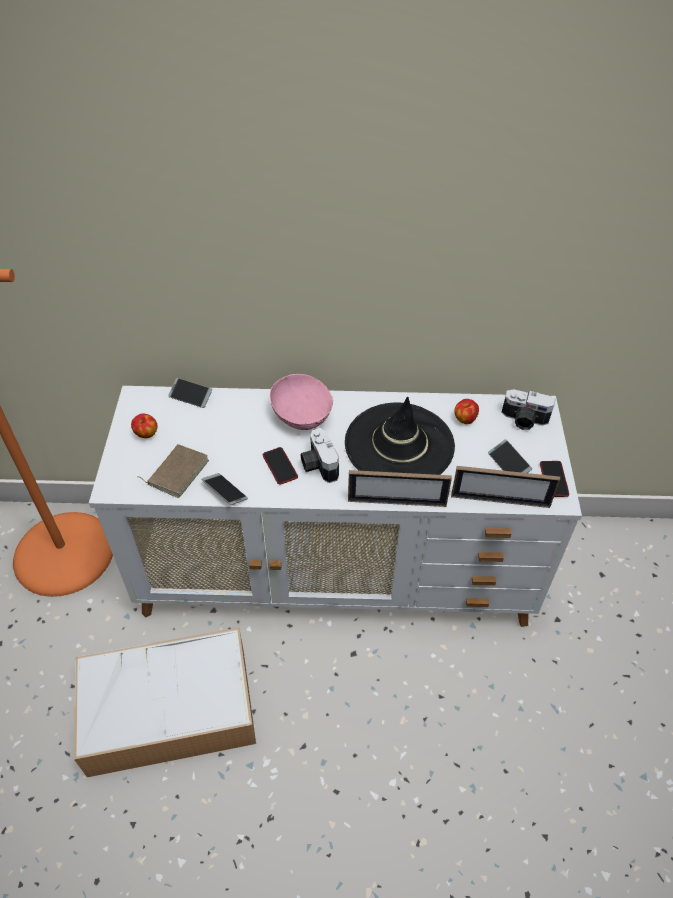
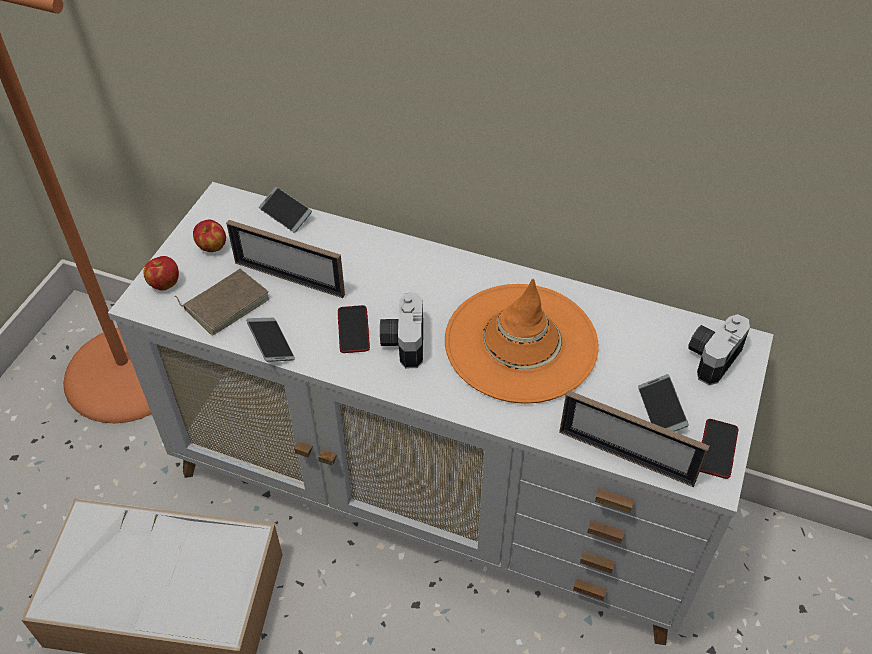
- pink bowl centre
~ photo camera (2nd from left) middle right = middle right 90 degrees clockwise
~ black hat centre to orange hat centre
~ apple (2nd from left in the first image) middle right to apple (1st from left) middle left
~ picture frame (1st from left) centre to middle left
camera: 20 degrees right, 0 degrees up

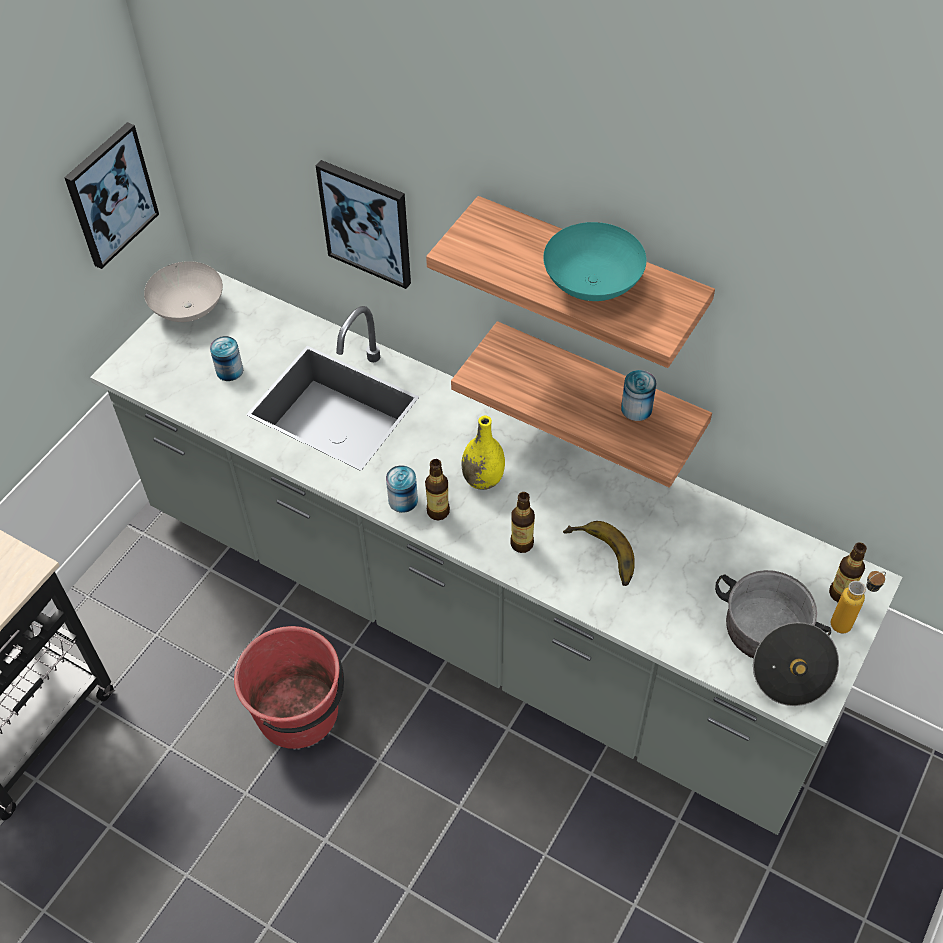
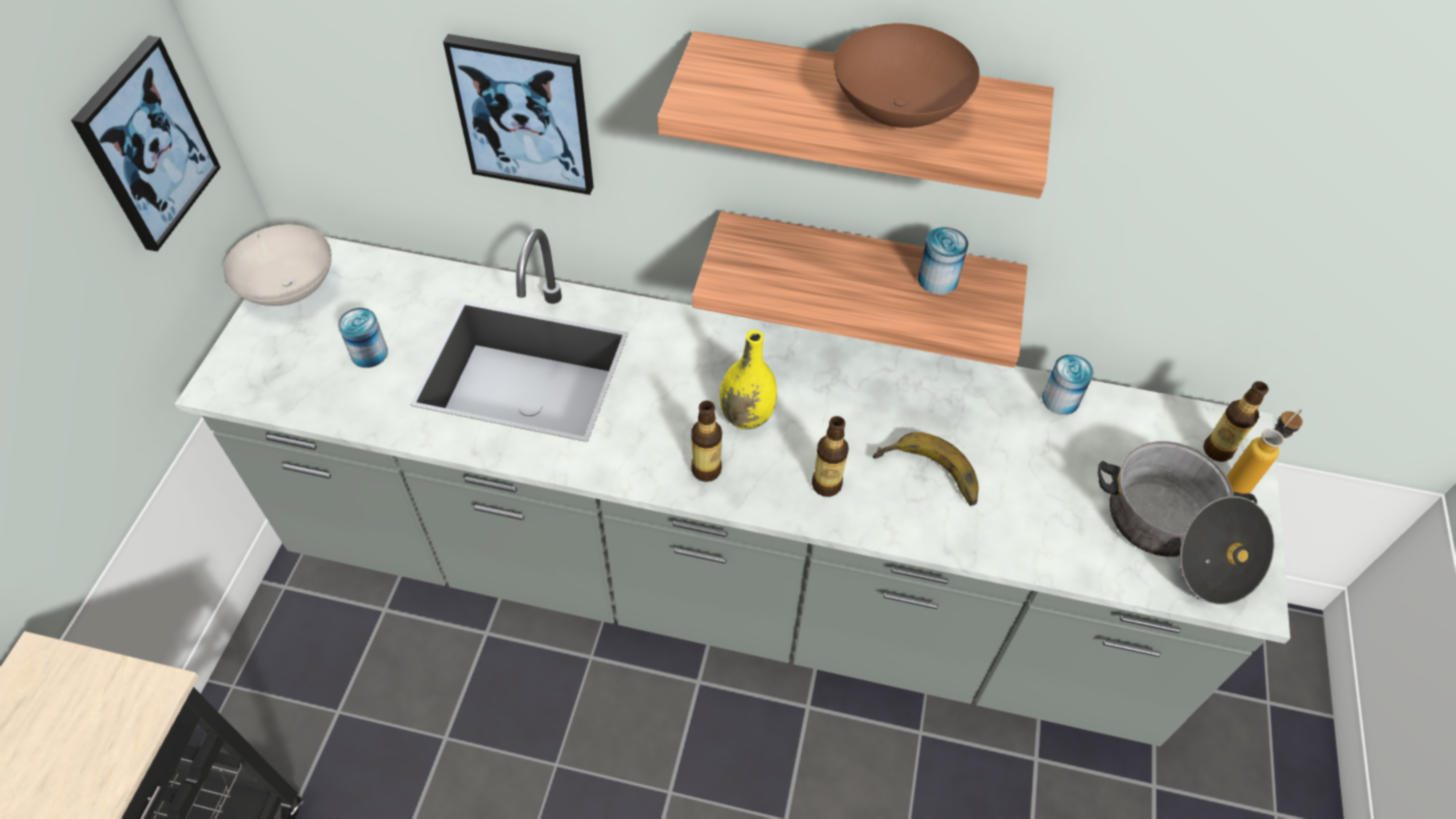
~ turquoise bowl top centre to brown bowl top centre
~ can (2nd from left in the first image) centre to can (3rd from left) middle right
- red bucket bottom left
camera: 20 degrees left, 0 degrees up

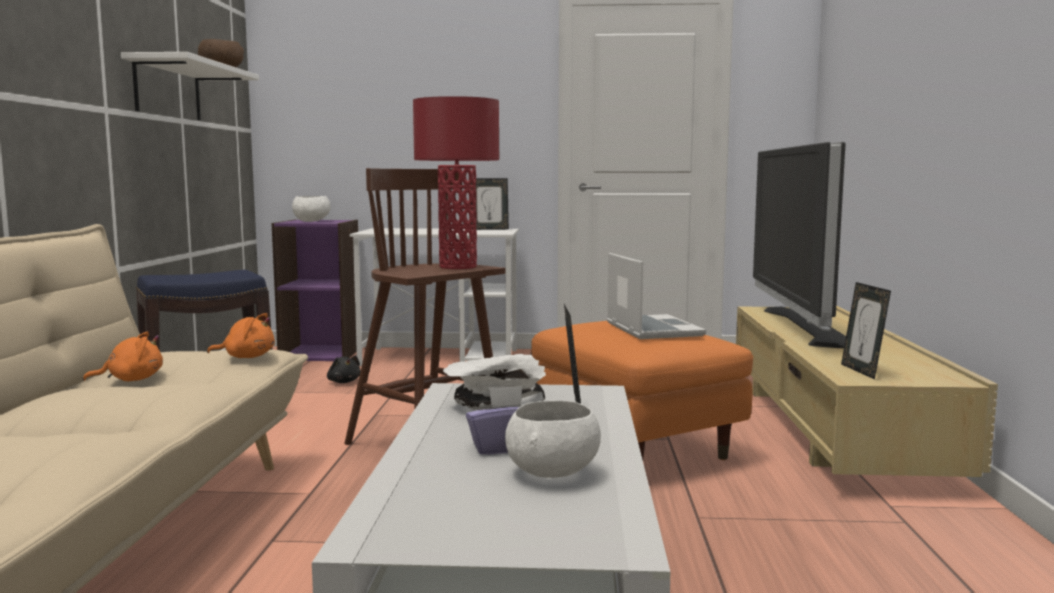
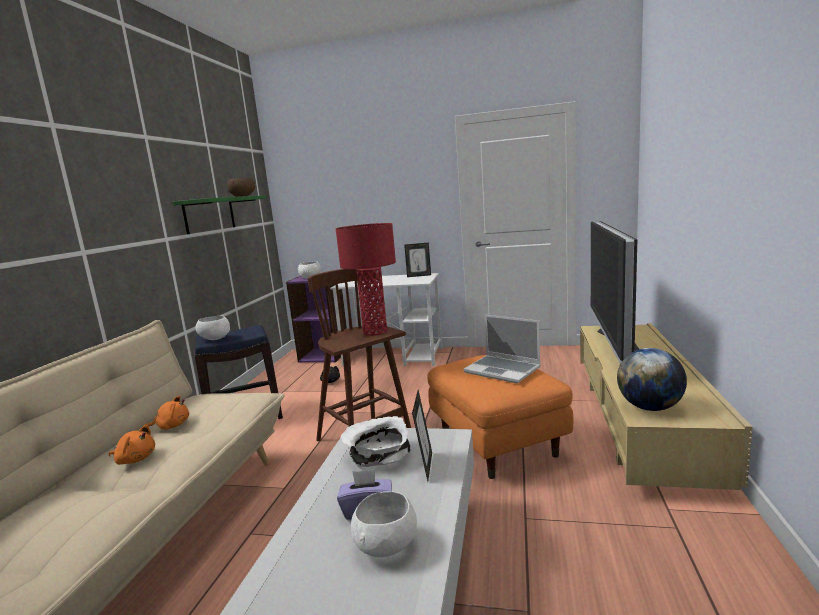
~ white shelf top left to green shelf middle left
~ laptop centre = centre 135 degrees clockwise
~ picture frame (3rd from left) middle right to globe middle right
~ orange plush toy (2nd from left in the first image) middle left to orange plush toy (1st from left) bottom left
+ white bowl (1st from left) middle left
camera: 10 degrees right, 5 degrees up

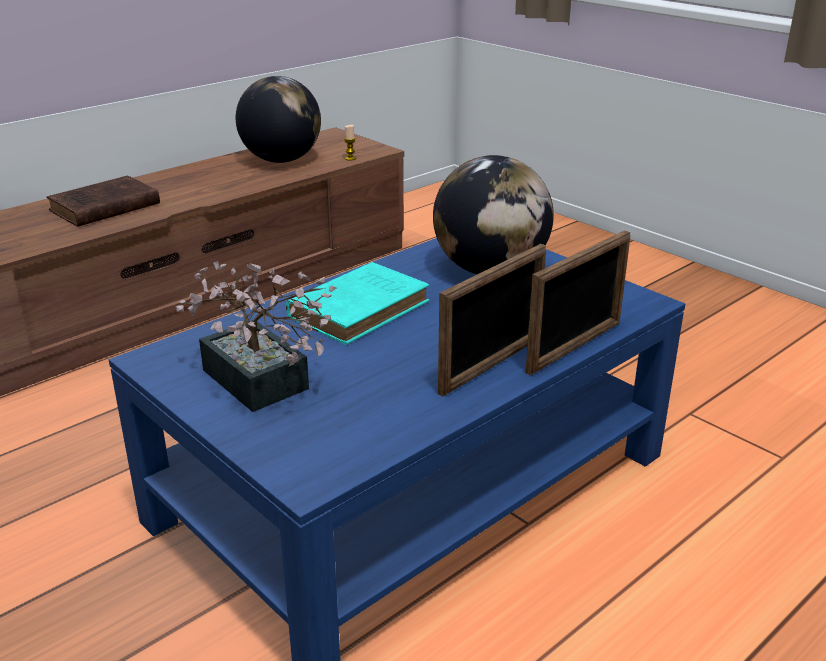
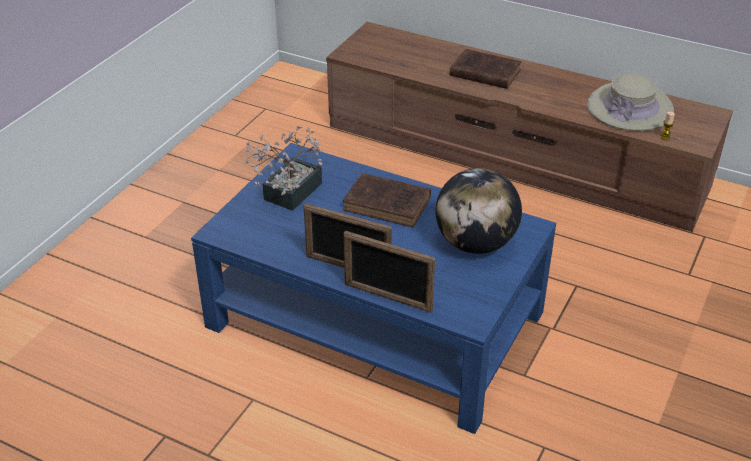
~ globe (1st from left) top centre to beige hat top right
~ turquoise book centre to brown book (1st from left) centre
camera: 70 degrees right, 10 degrees up

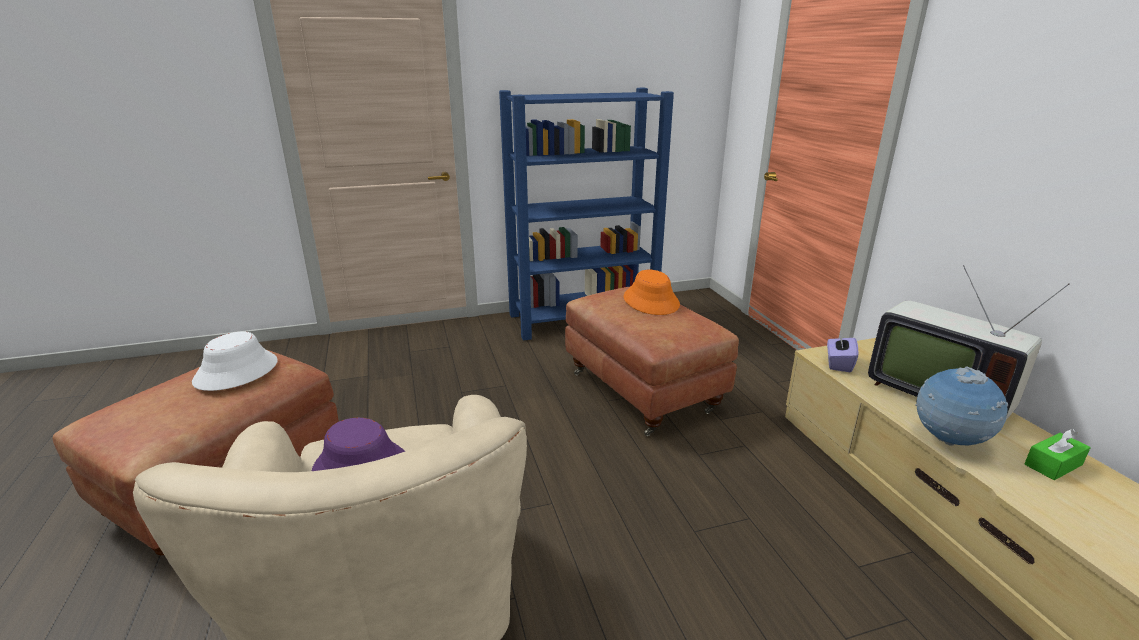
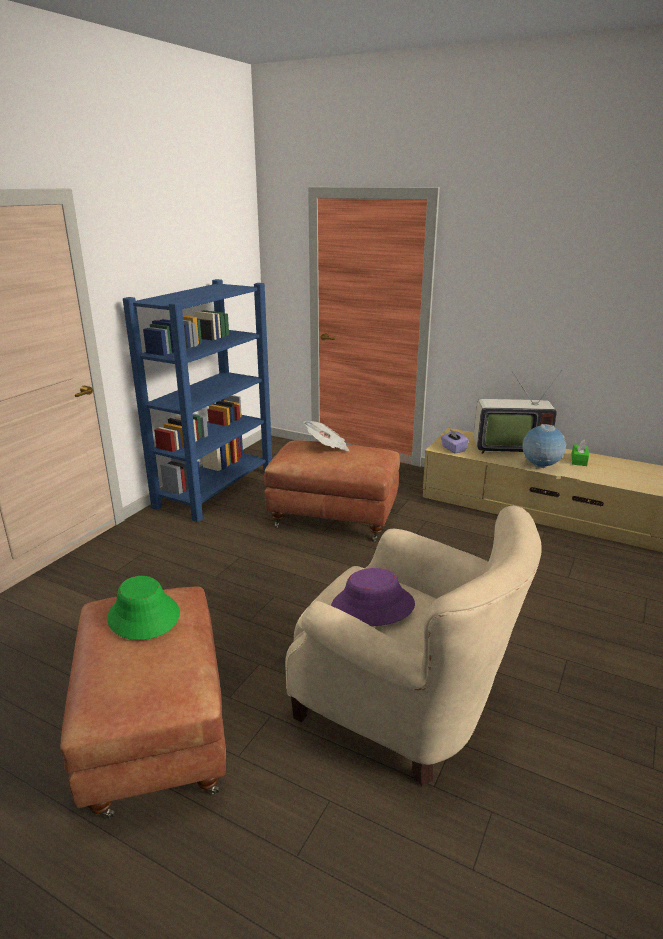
~ orange hat centre to newspaper centre
~ white hat middle left to green hat middle left
camera: 45 degrees left, 0 degrees up

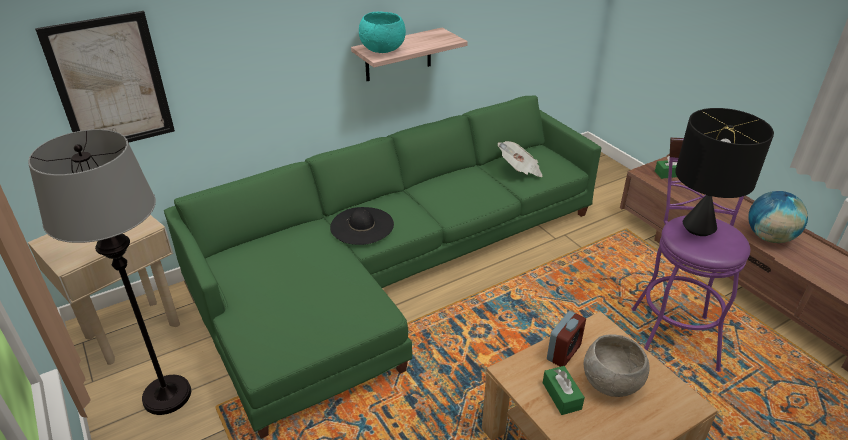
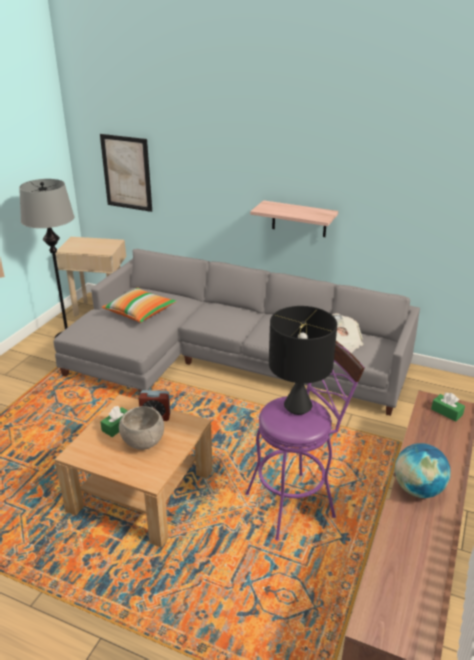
- turquoise bowl top centre
~ green sofa centre to grey sofa centre
- black hat centre
+ pillow middle left
camera: 55 degrees right, 5 degrees down

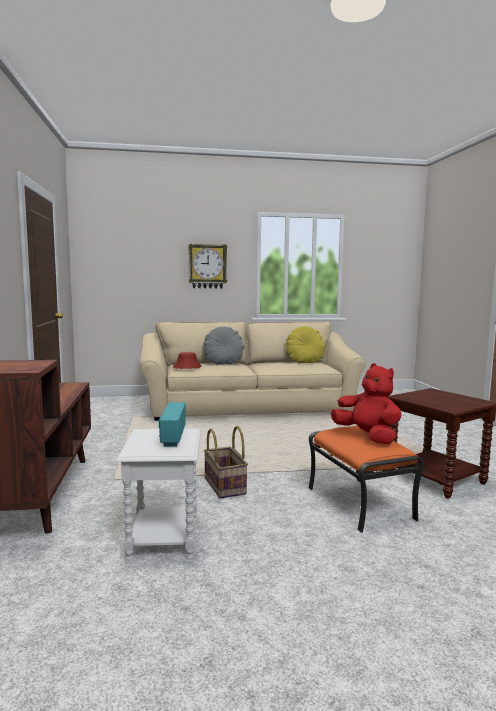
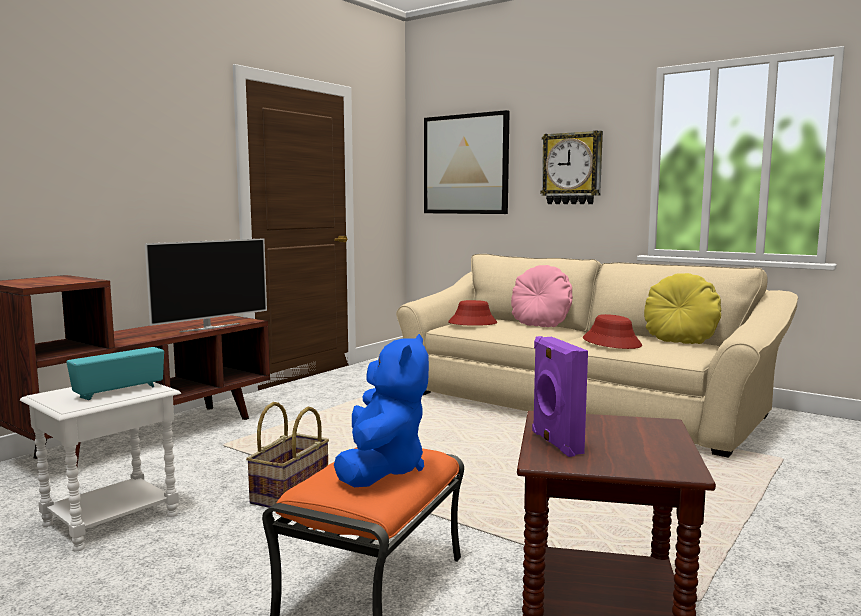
~ grey pillow centre to pink pillow centre
~ red plush toy middle right to blue plush toy centre
+ picture top centre
+ television middle left
+ red hat (2nd from left) middle right
+ purple speaker centre
camera: 45 degrees right, 0 degrees up

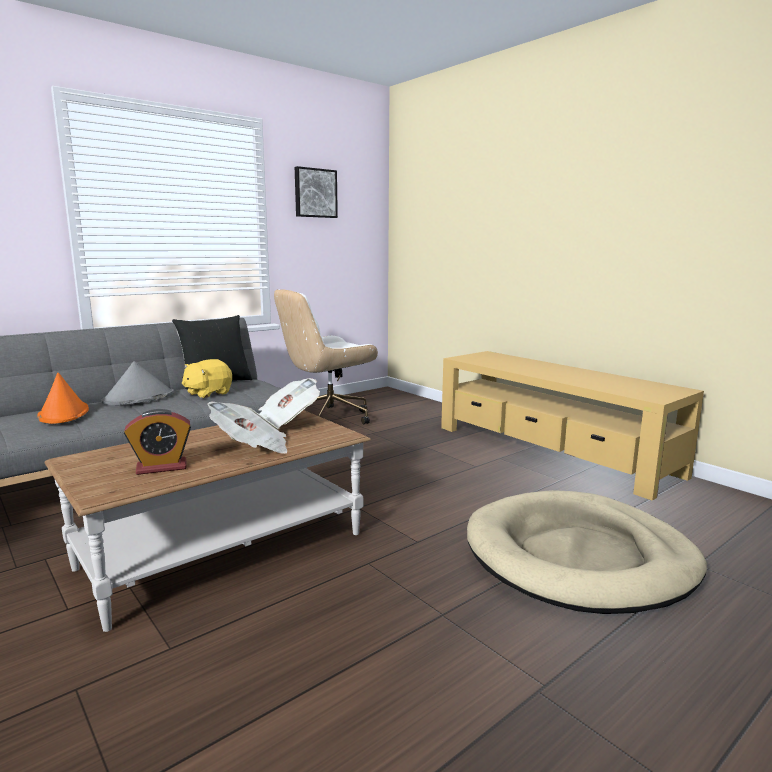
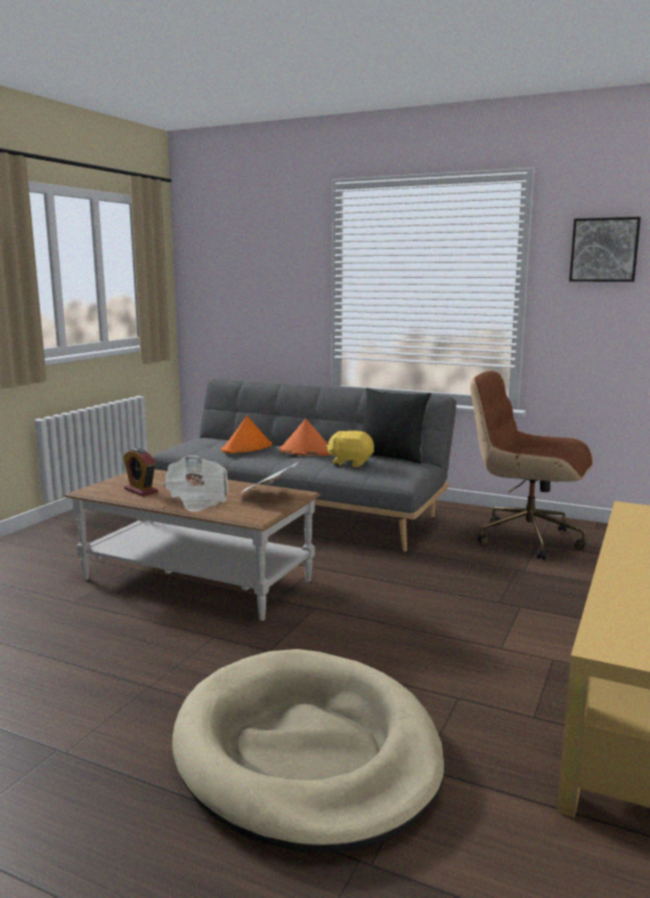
~ white office chair centre to brown office chair middle right
~ grey hat middle left to orange hat (2nd from left) centre
camera: 65 degrees right, 0 degrees up

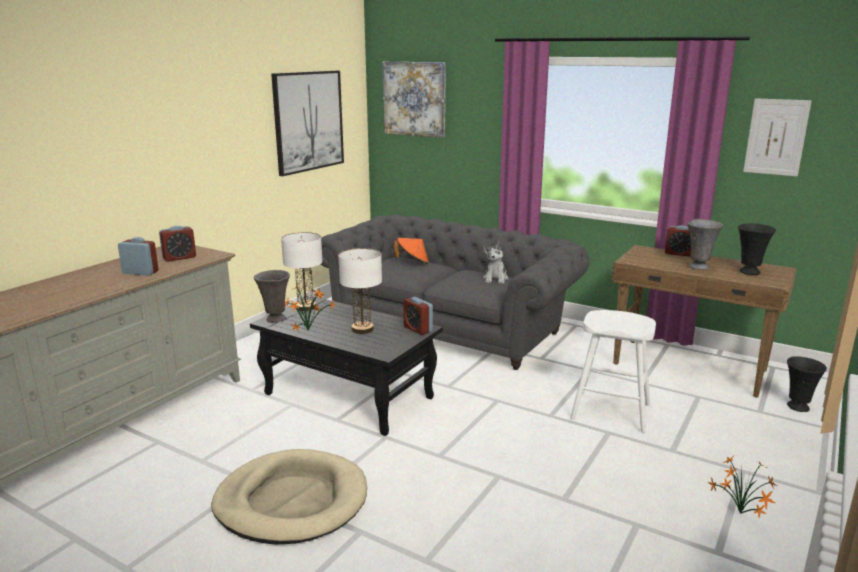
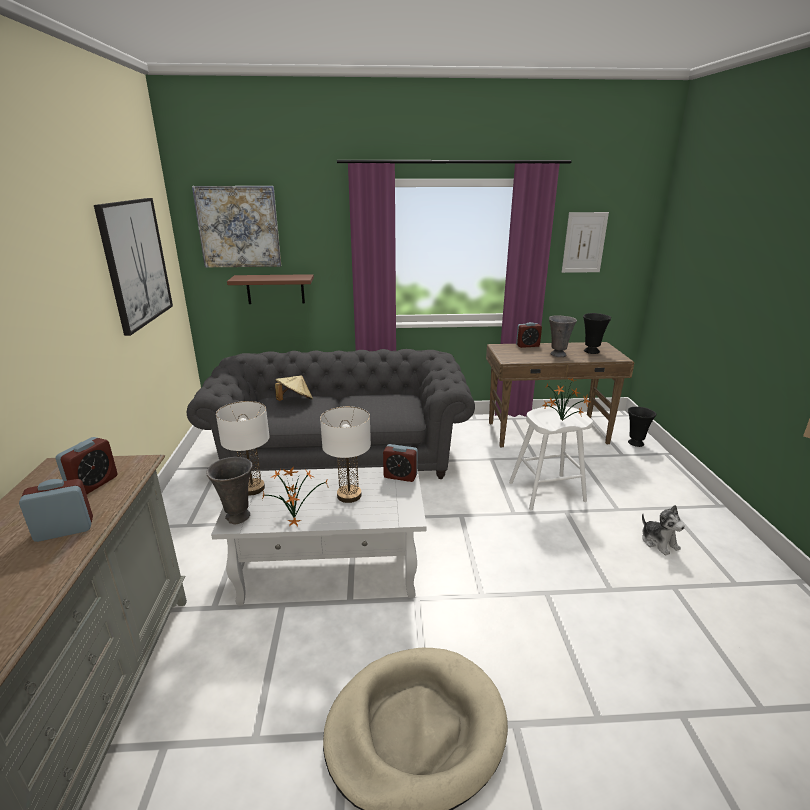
~ orange hat centre to beige hat centre
~ plush toy centre to middle right
~ black coffee table centre to white coffee table centre
~ potted plant (2nd from left) bottom right to middle right
+ brown shelf centre
camera: 35 degrees left, 5 degrees up

